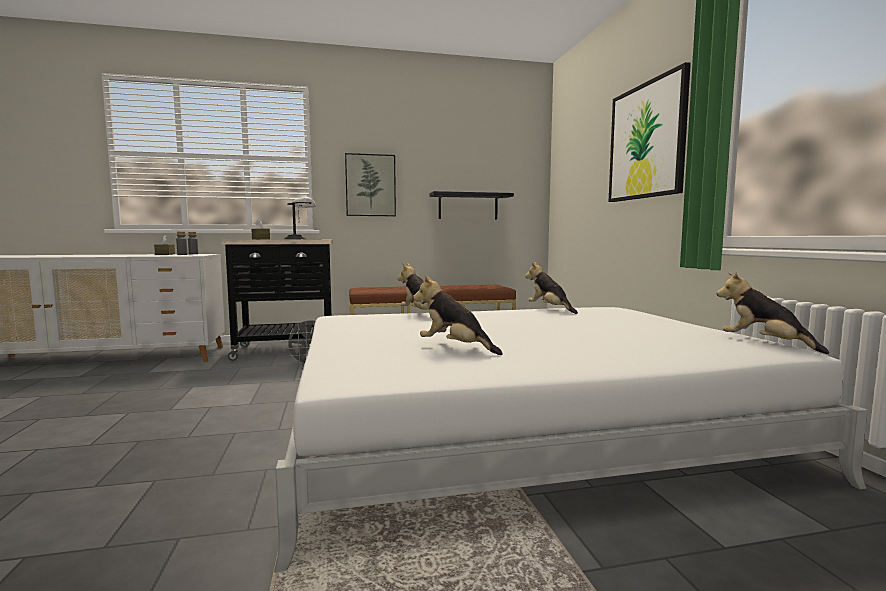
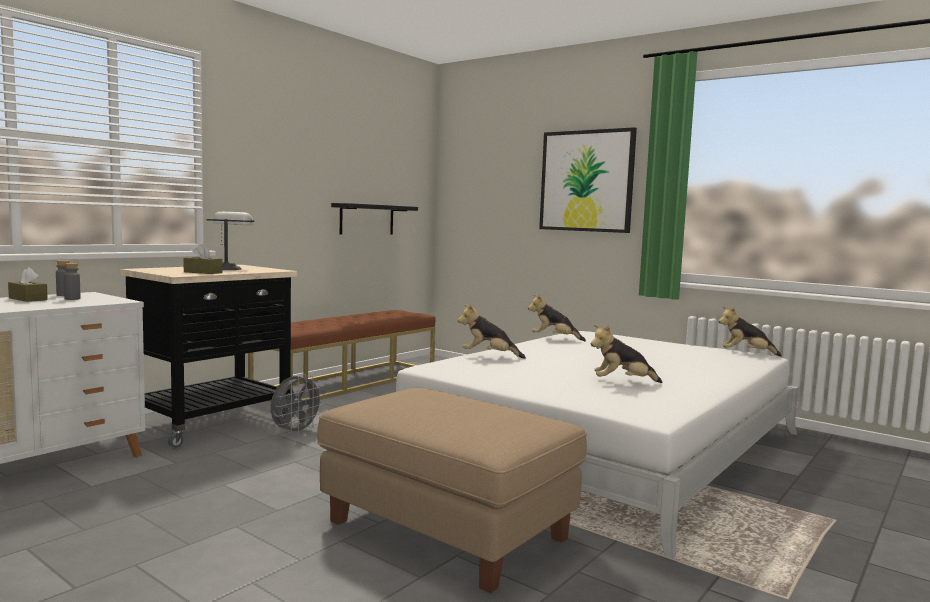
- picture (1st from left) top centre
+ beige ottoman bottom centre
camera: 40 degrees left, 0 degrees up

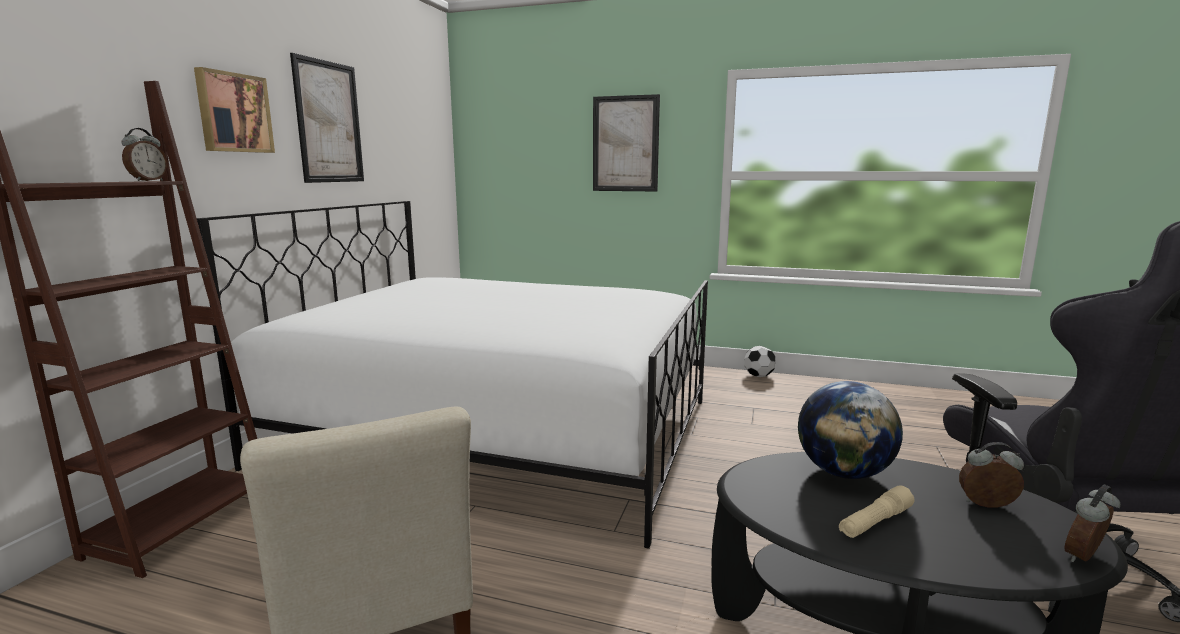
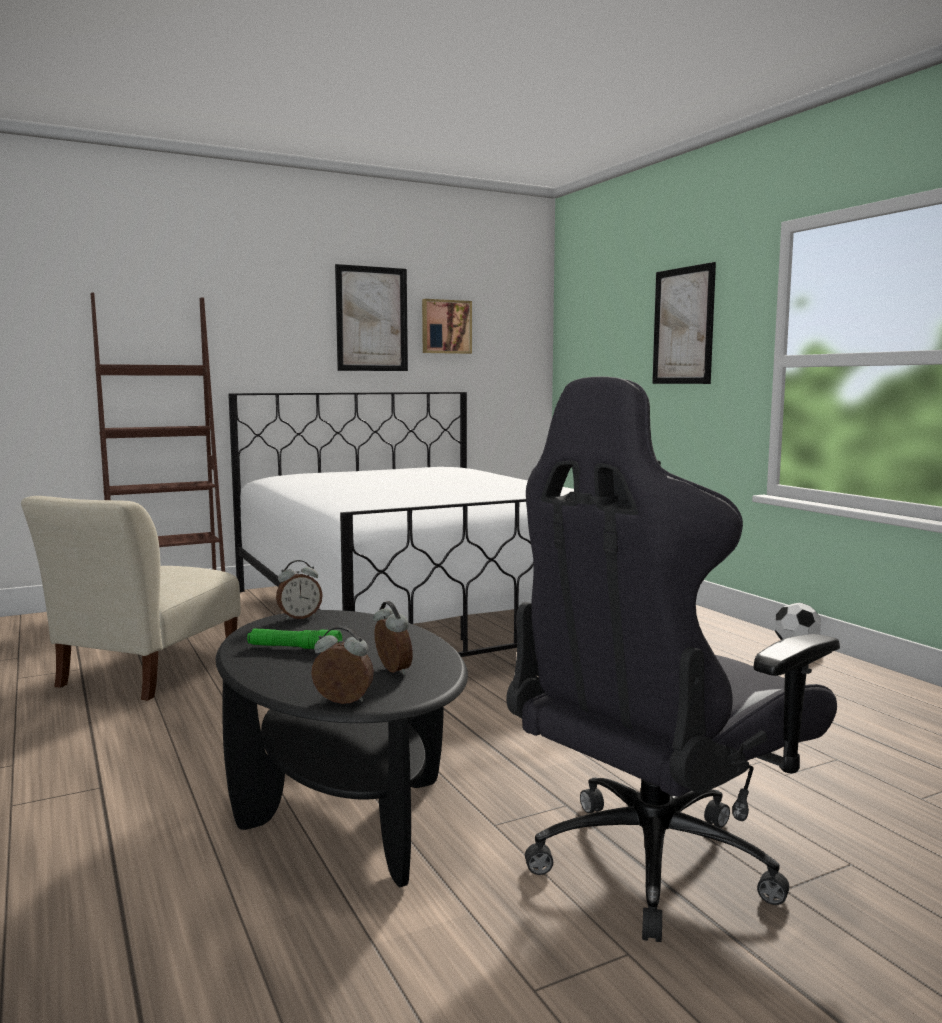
~ picture (1st from left in the first image) top left to picture (2nd from left) top centre
~ alarm clock (1st from left) top left to middle left
- globe bottom right
~ beige flashlight bottom right to green flashlight middle left
camera: 45 degrees right, 5 degrees down

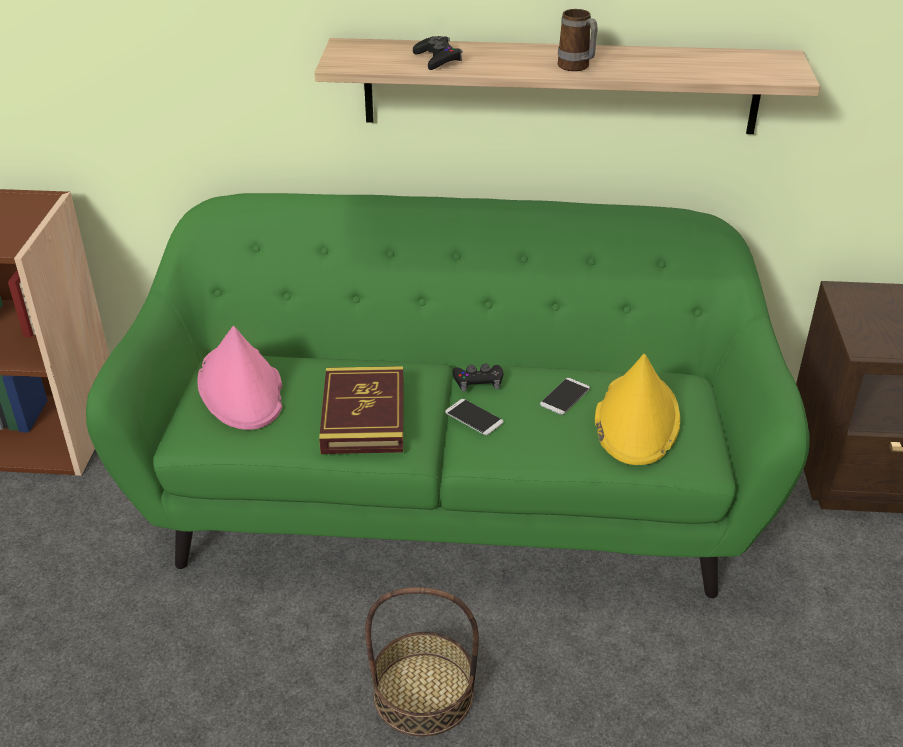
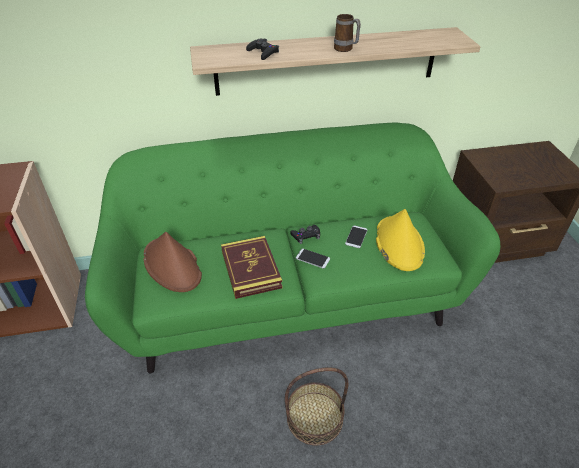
~ pink hat middle left to brown hat middle left
camera: 15 degrees left, 5 degrees up

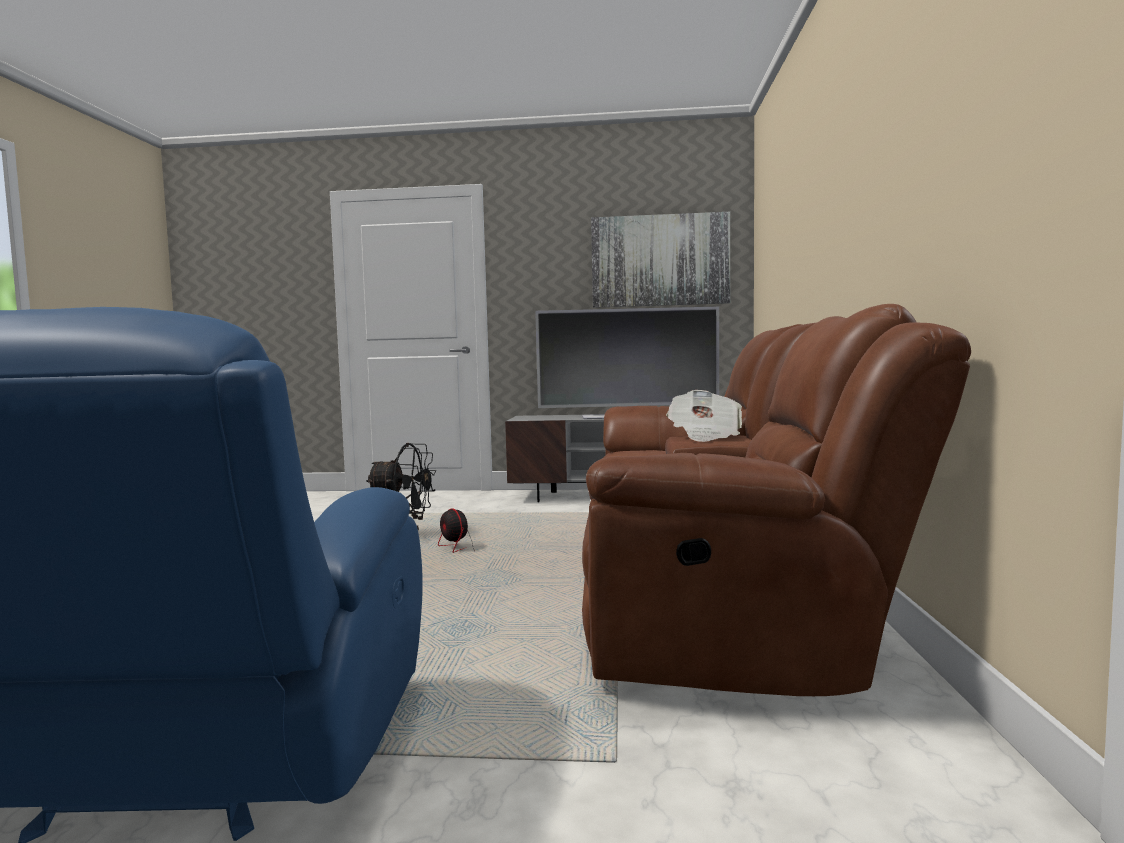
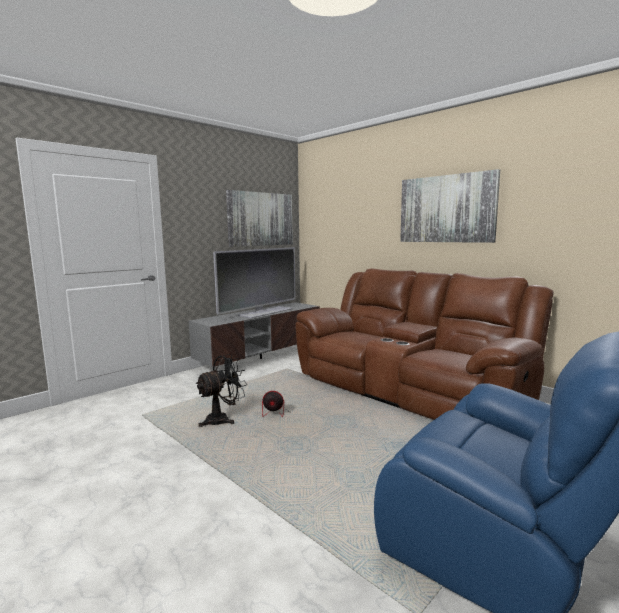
- newspaper centre
+ picture (2nd from left) middle right
camera: 50 degrees left, 5 degrees up

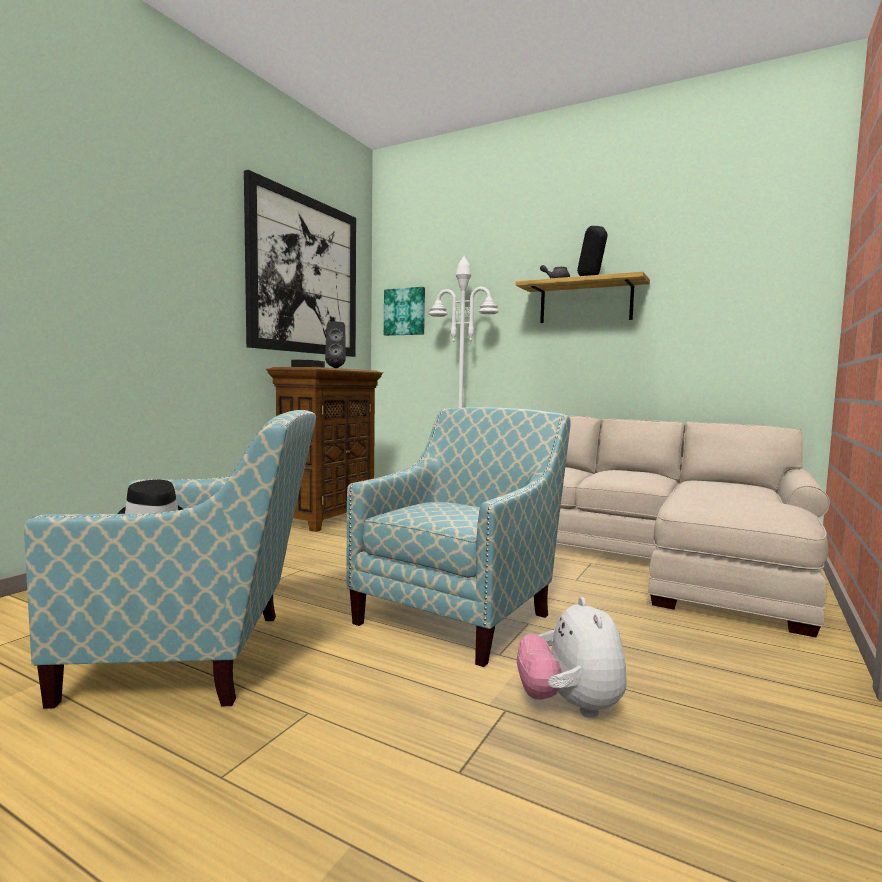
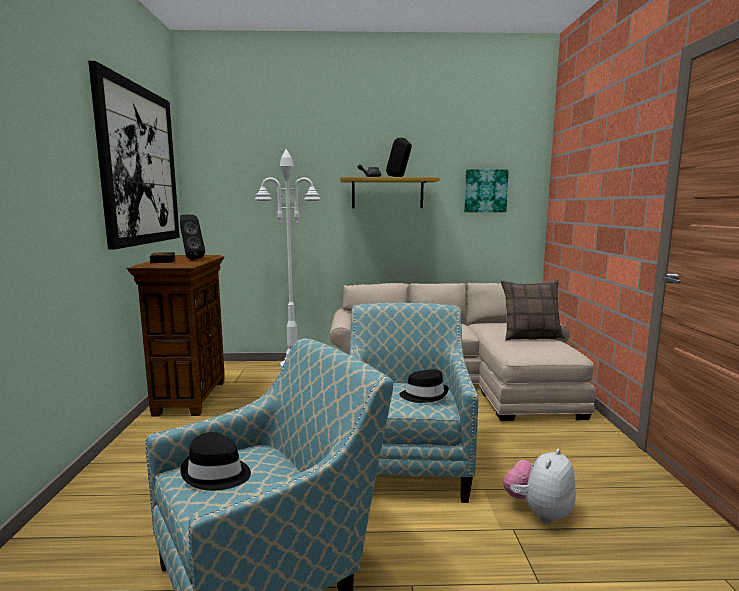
~ picture (2nd from left) centre to top centre
~ plush toy bottom centre = bottom right 75 degrees clockwise
+ pillow middle right
+ black hat (2nd from left) centre
camera: 30 degrees left, 5 degrees up

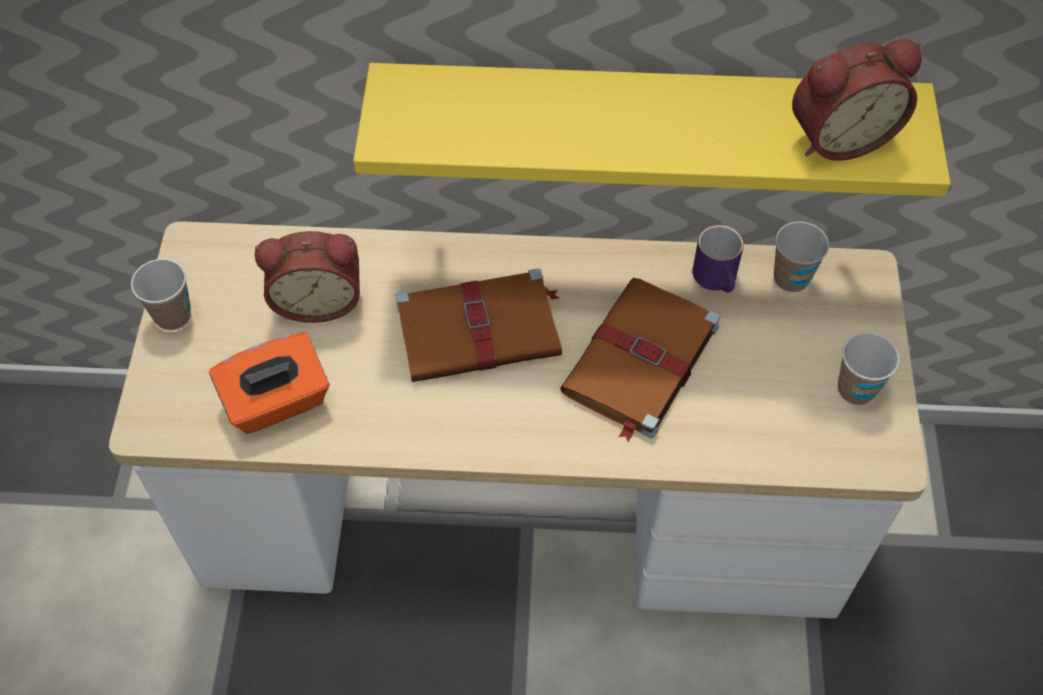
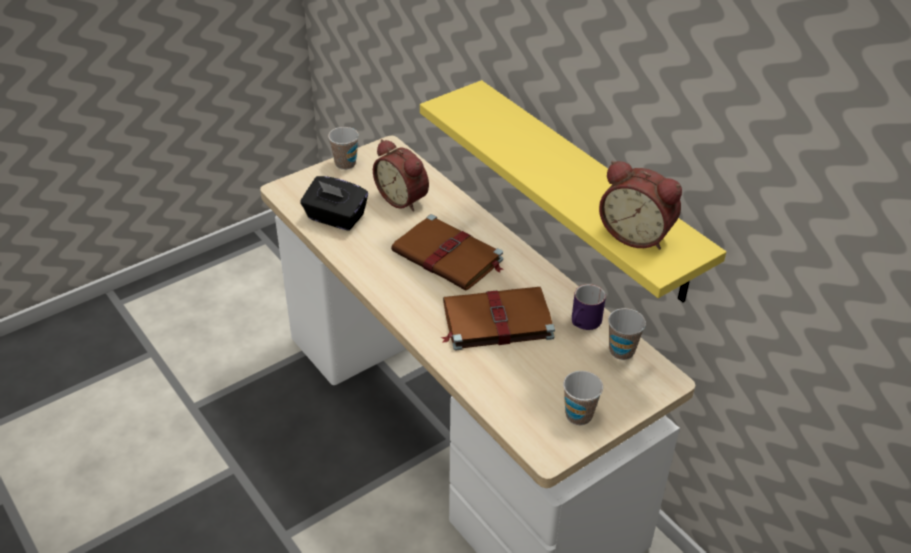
~ orange tissue box middle left to black tissue box centre
camera: 50 degrees right, 15 degrees down

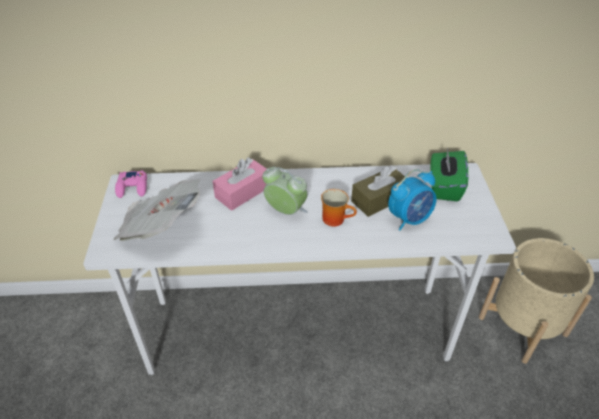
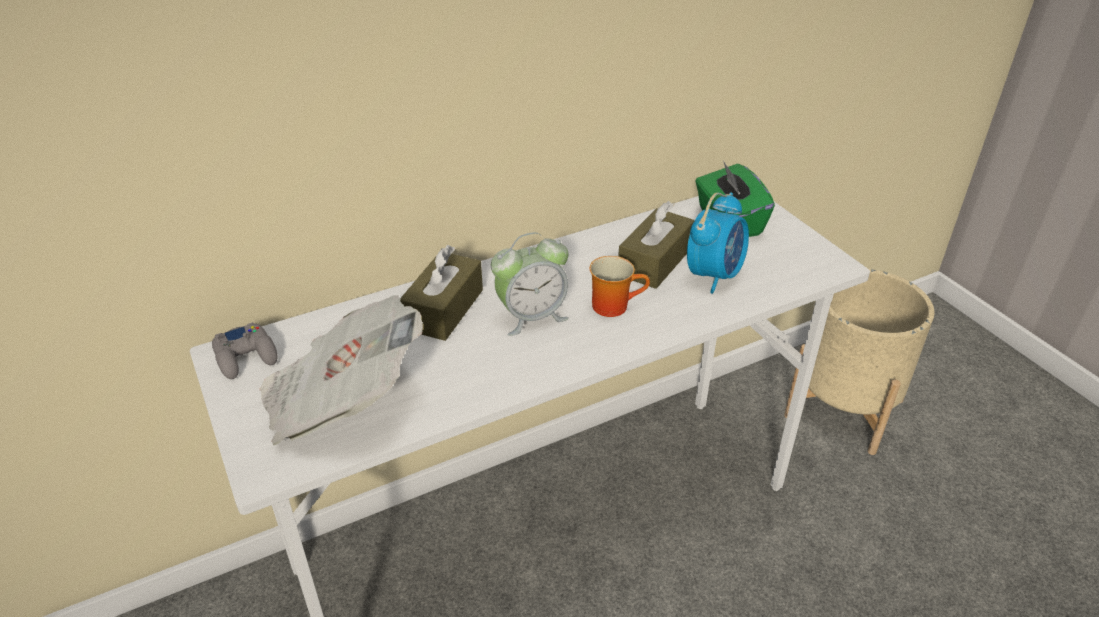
~ pink tissue box centre to brown tissue box (1st from left) centre
~ alarm clock (1st from left) centre = centre 150 degrees clockwise
~ pink game controller middle left to grey game controller middle left
camera: 25 degrees left, 5 degrees down

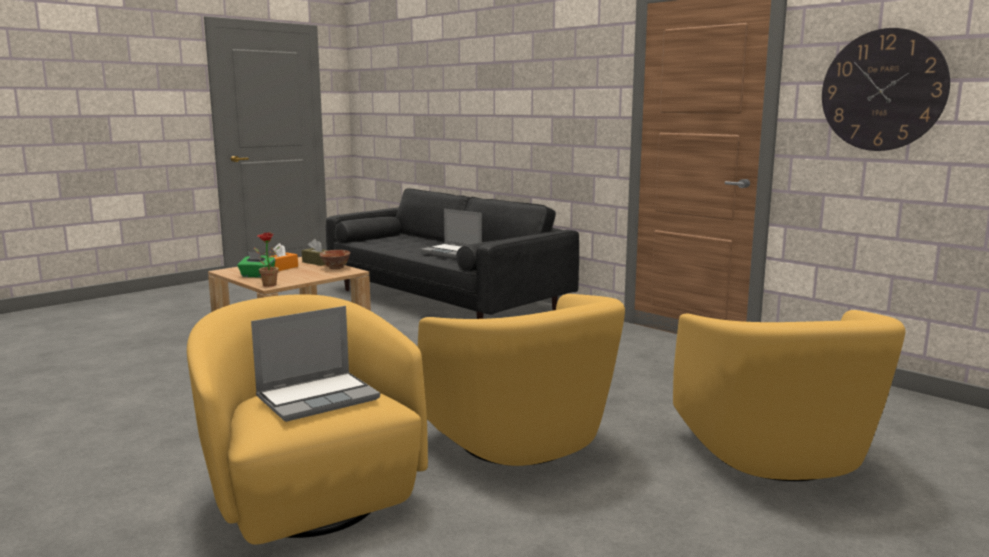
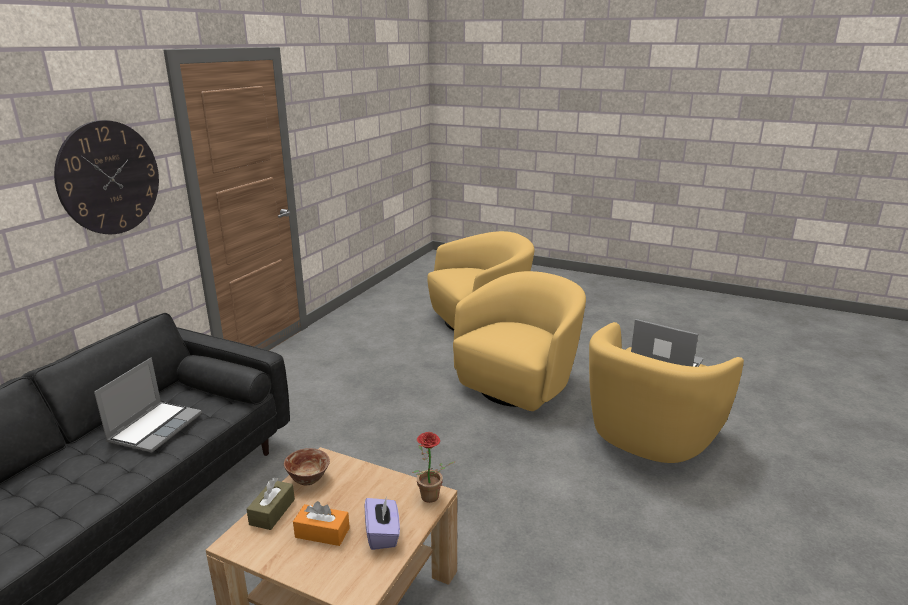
~ wall clock top right to top left
~ green tissue box middle left to purple tissue box bottom centre
camera: 110 degrees left, 10 degrees up

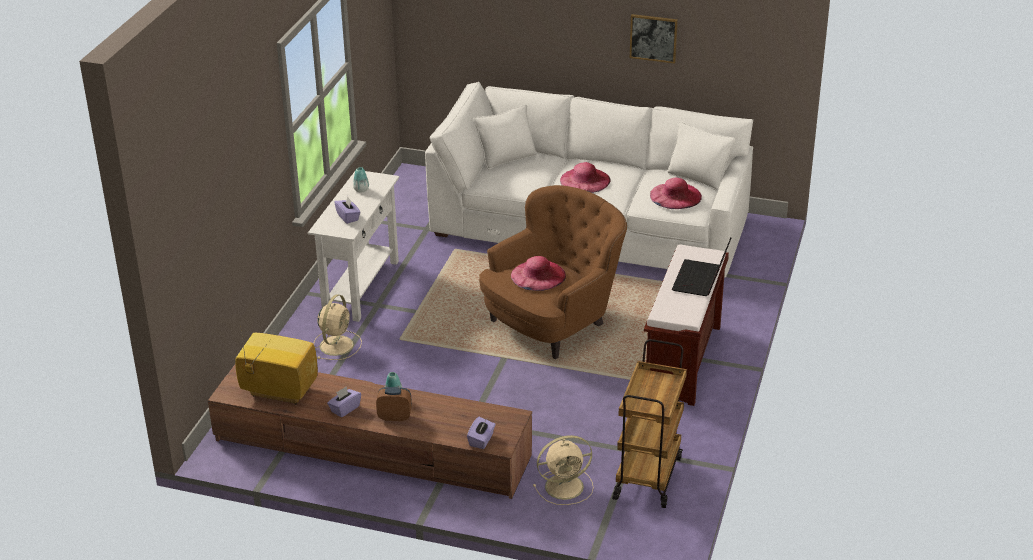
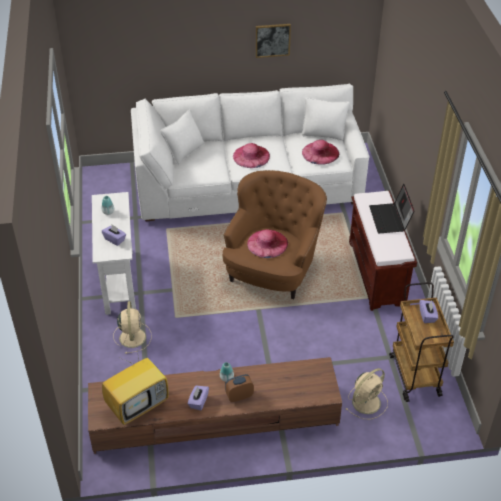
~ television middle left = bottom left 150 degrees clockwise
~ purple tissue box (3rd from left) bottom centre to middle right
camera: 25 degrees left, 10 degrees up

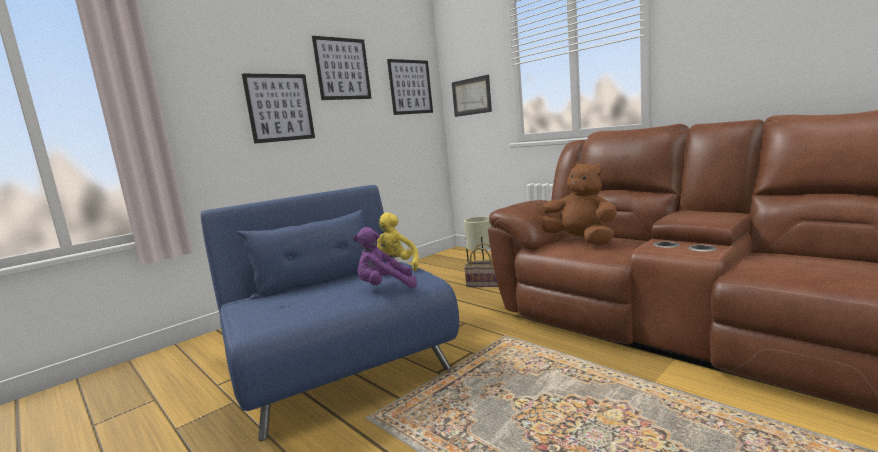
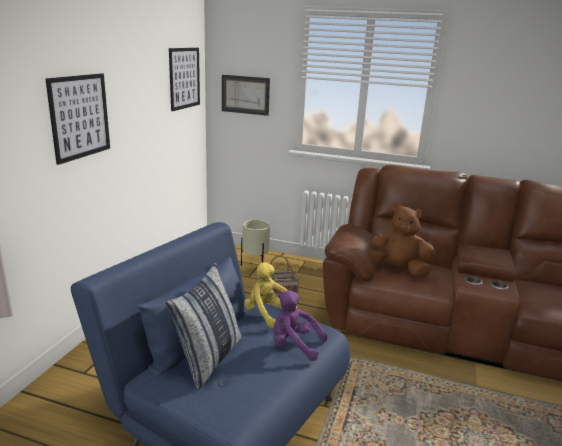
- picture (2nd from left) top centre
~ purple plush toy centre = bottom centre 60 degrees clockwise
+ pillow bottom centre
camera: 30 degrees left, 10 degrees up

